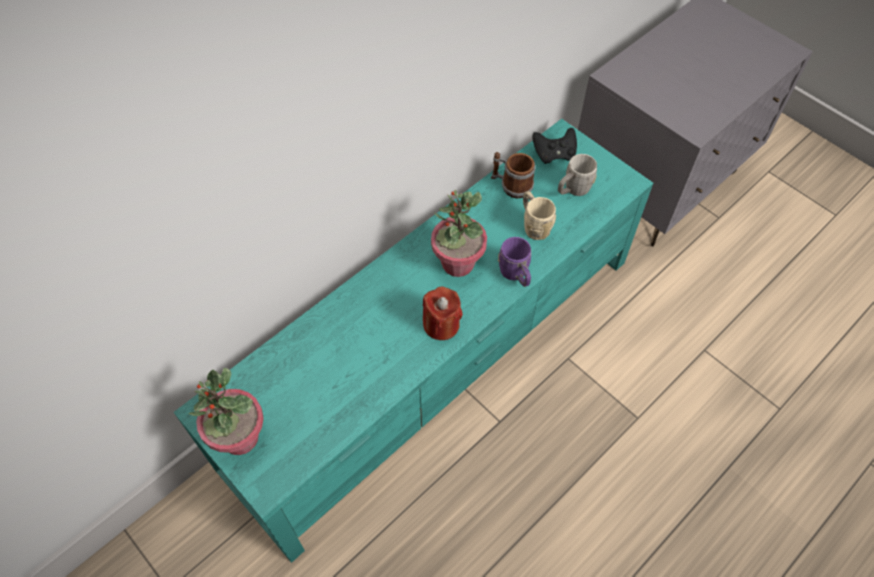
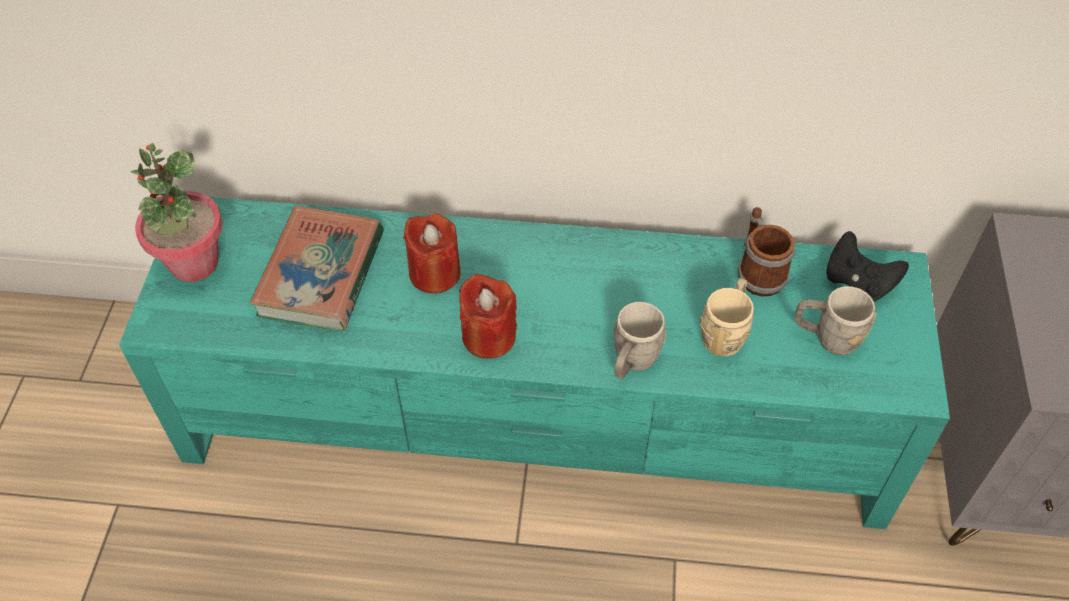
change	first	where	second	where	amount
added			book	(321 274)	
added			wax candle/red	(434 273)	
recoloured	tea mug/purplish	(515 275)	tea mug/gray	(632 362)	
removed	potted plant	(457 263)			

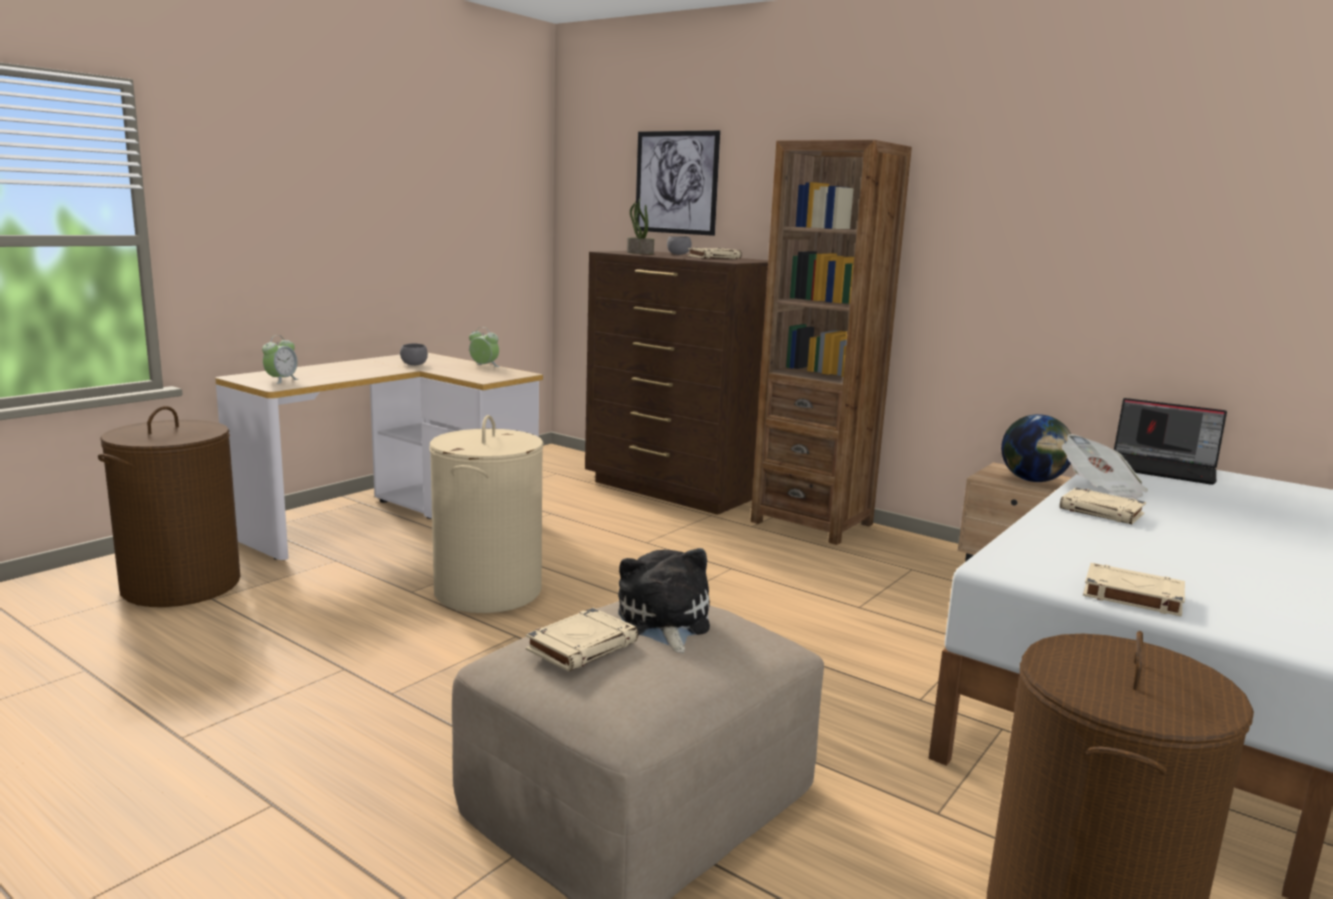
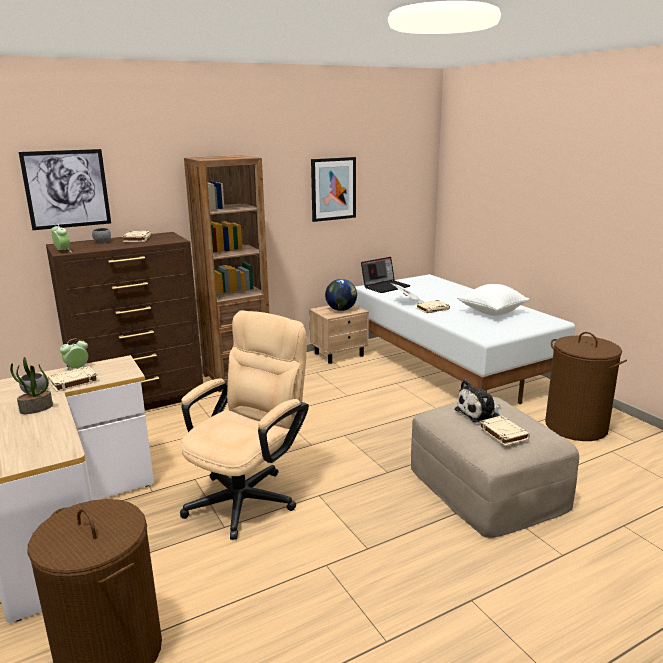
change	first	where	second	where	amount
moved	potted plant	(639 253)		(36 409)	
moved	book/sand-coloured	(1131 595)		(73 382)	
moved	table clock	(281 380)		(63 251)	
replaced	hamper/sand-coloured	(488 591)	computer chair/sand-coloured	(249 496)	
added			picture	(333 189)	
turned	cuddly toy	(664 622)		(479 413)	45 degrees counterclockwise
added			pillow/white	(492 312)	

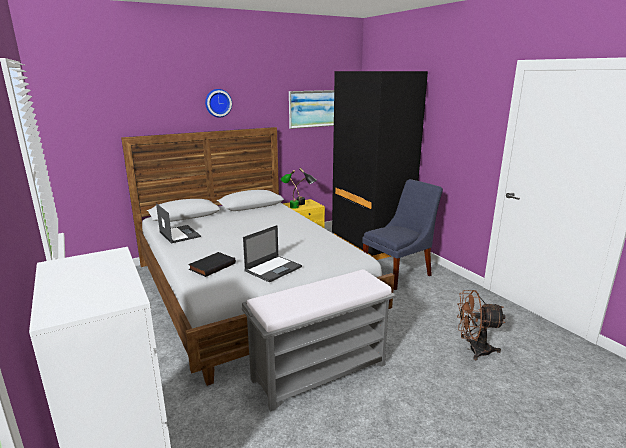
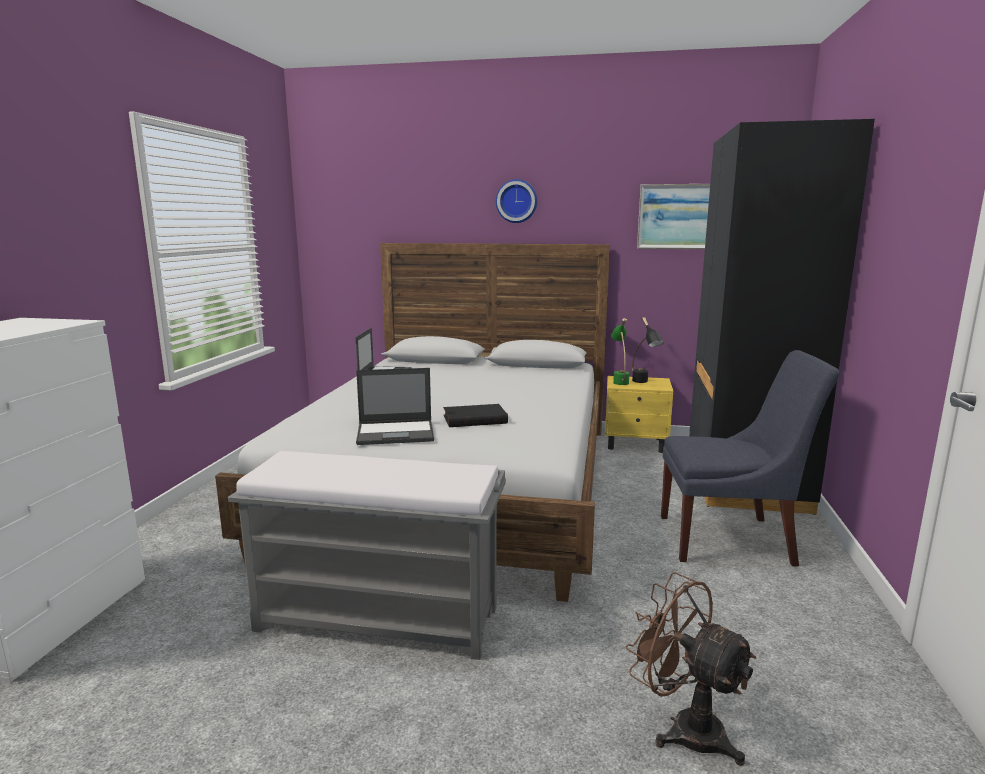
change	first	where	second	where	amount
moved	book/blackish	(212 266)		(475 419)	

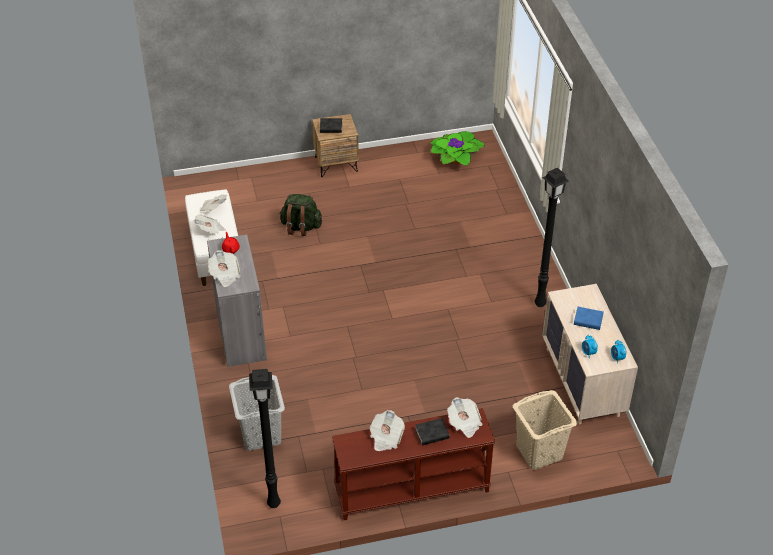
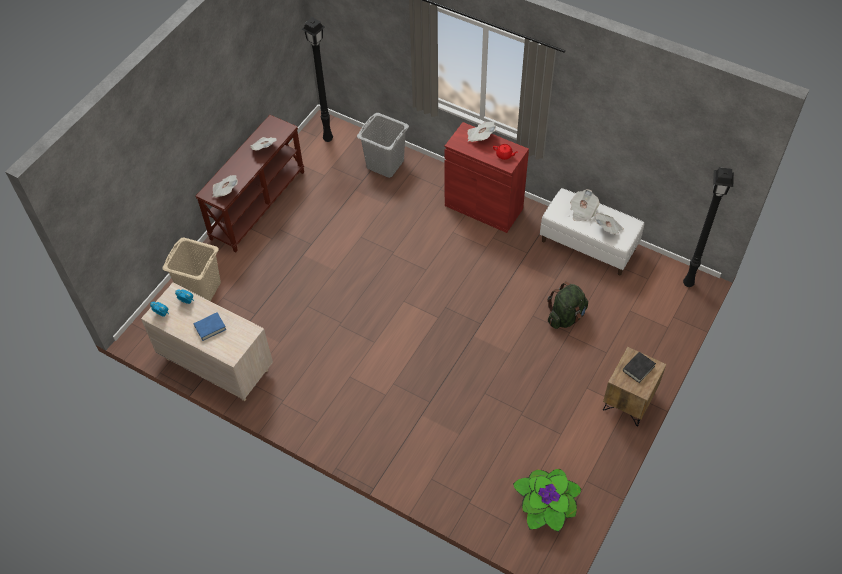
change	first	where	second	where	amount
recoloured	storage cabinet/gray	(241 334)	storage cabinet/red	(483 207)	
moved	standard lamp/blackish	(540 304)		(687 283)	
removed	book/blackish	(432 434)			

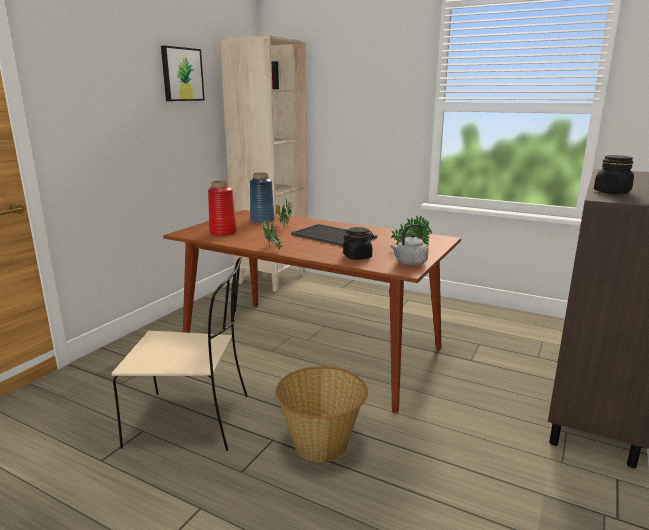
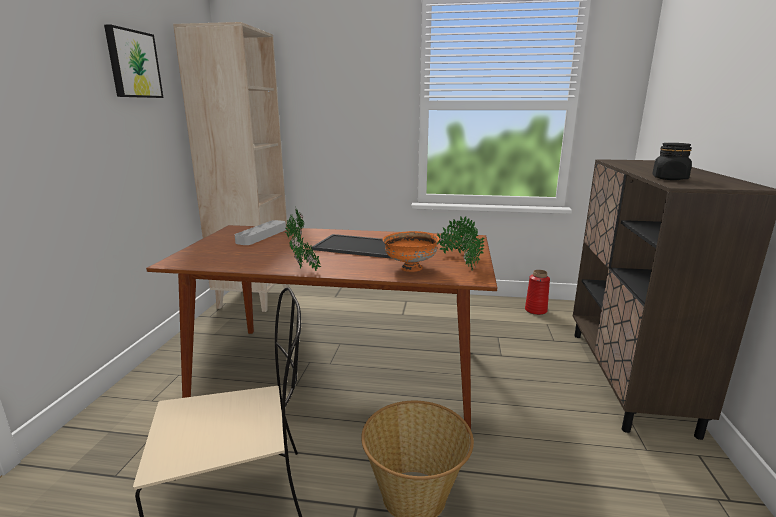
change	first	where	second	where	amount
replaced	vase/blue-coloured	(262 220)	tray/gray	(262 236)	
replaced	preserve jar/blackish	(357 257)	deep dish/orange	(410 268)	
replaced	kettle/gray	(409 263)	potted plant	(470 269)	
moved	vase/red	(223 233)		(536 310)	

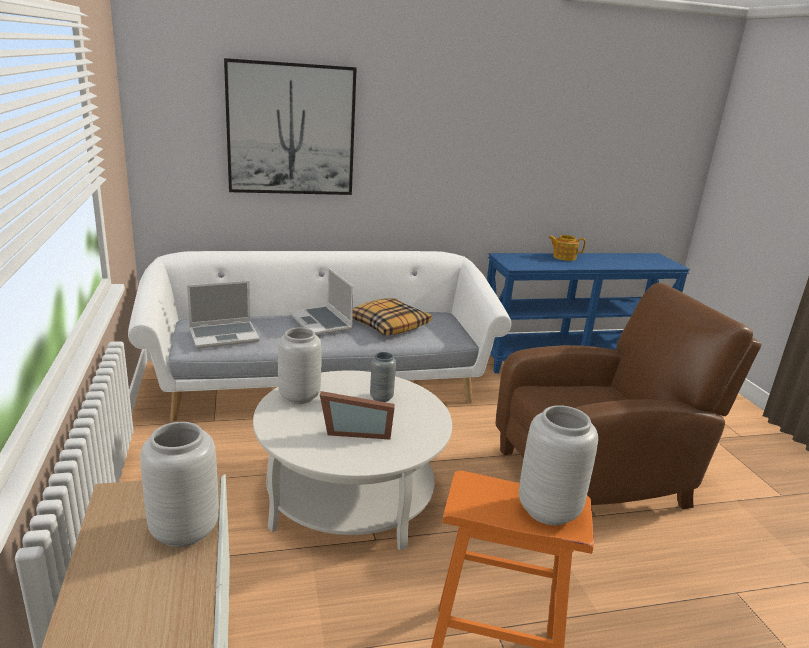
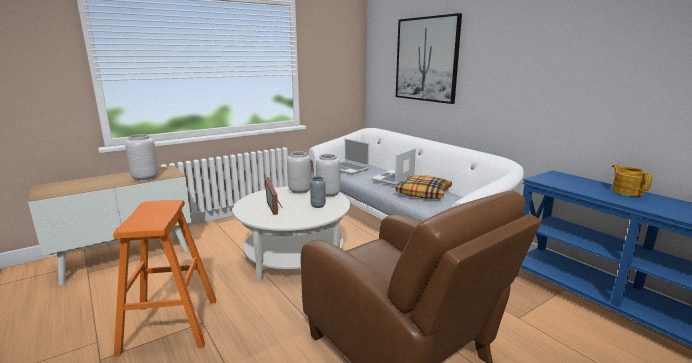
change	first	where	second	where	amount
moved	vase/gray	(547 510)		(328 194)	

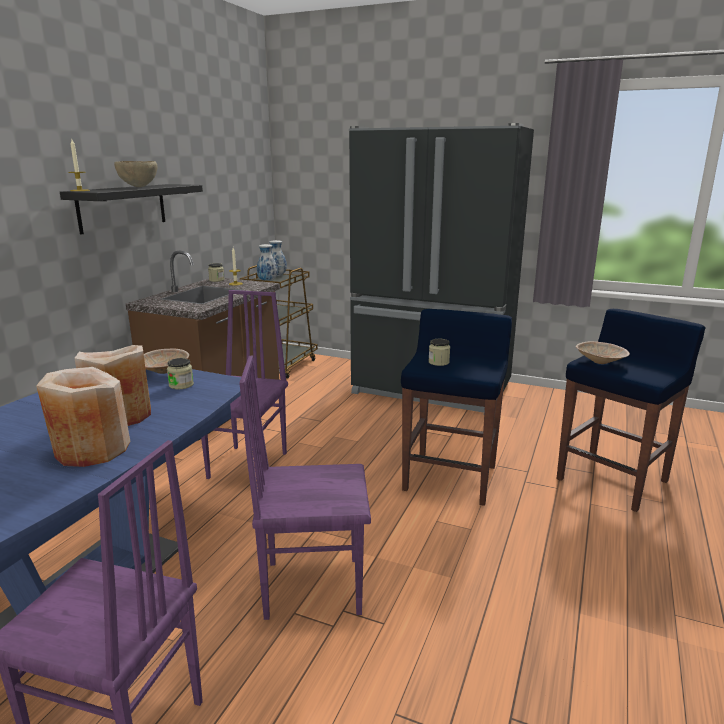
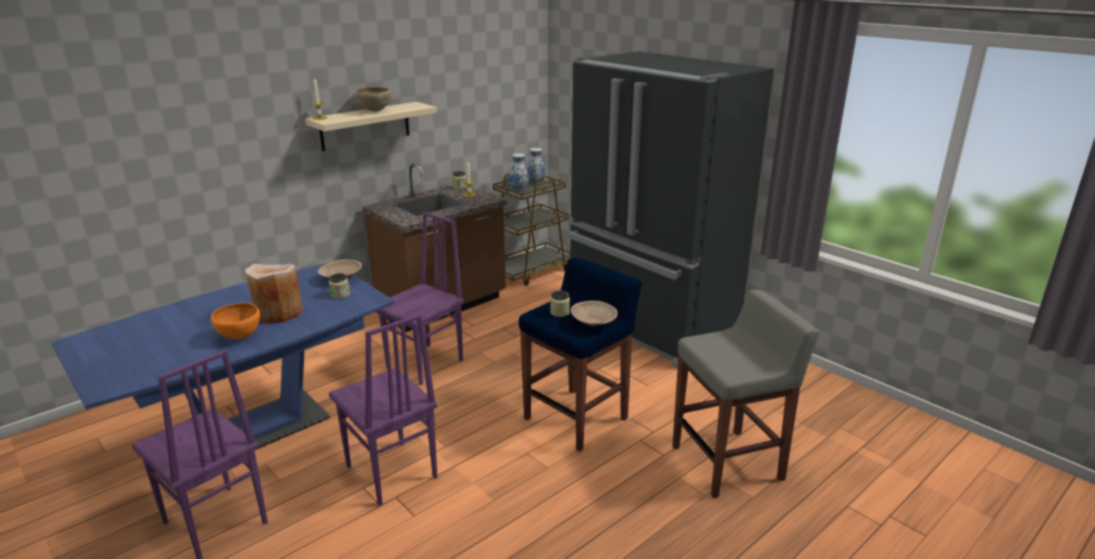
change	first	where	second	where	amount
replaced	vase/sand-coloured	(91 450)	deep dish/orange	(239 337)	
recoloured	bracket shelf/blackish	(123 207)	bracket shelf/sand-coloured	(365 126)	
turned	upright chair/purplish	(312 586)		(390 473)	150 degrees counterclockwise
moved	deep dish/sand-coloured	(601 362)		(594 323)	
recoloured	stool seat/blue-coloured	(613 480)	stool seat/gray	(729 463)	

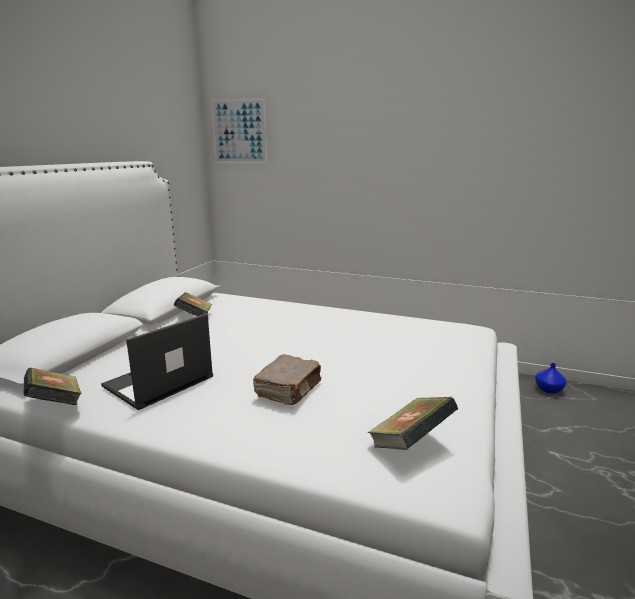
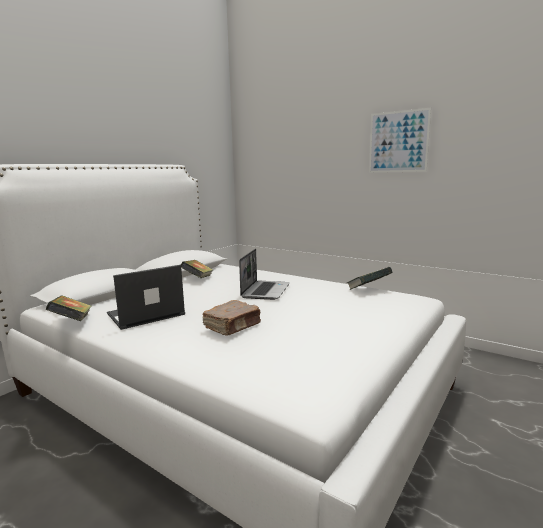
change	first	where	second	where	amount
added			notebook computer	(265 291)	
moved	book	(410 443)		(368 290)	
moved	picture	(239 131)		(398 142)	
removed	vase/blue-coloured	(548 390)			

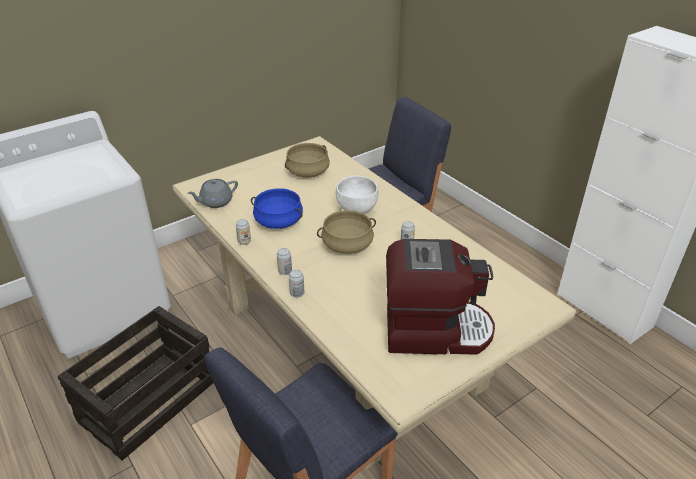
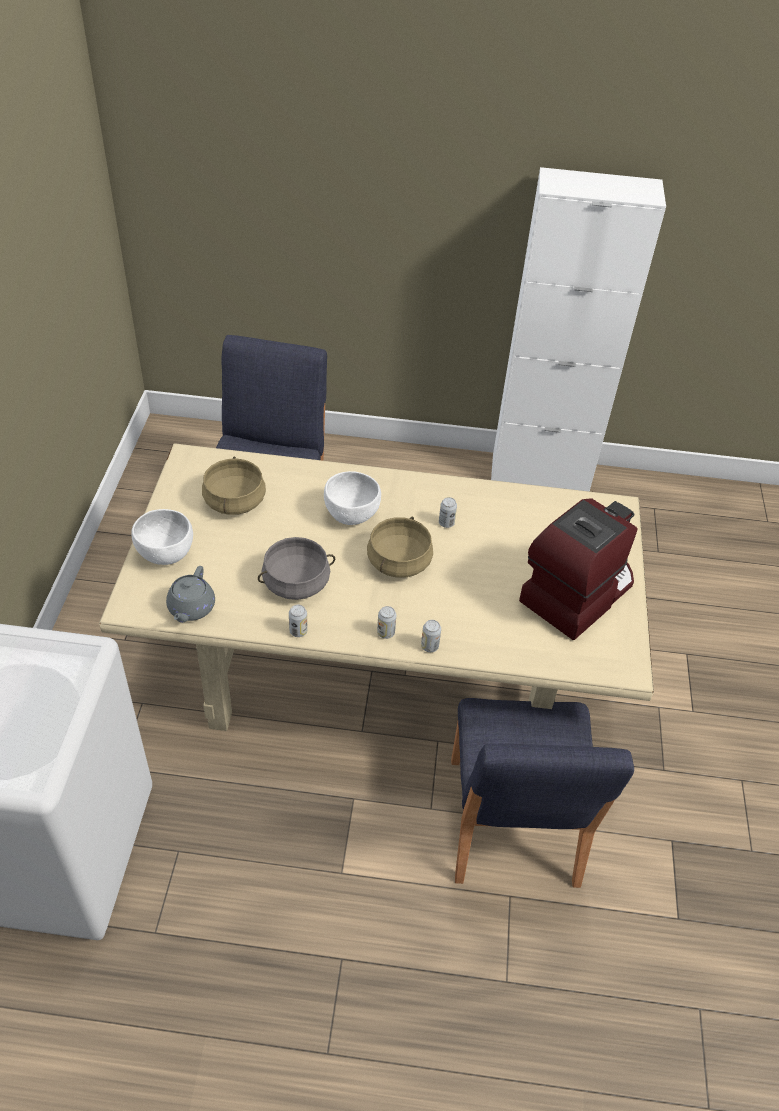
change	first	where	second	where	amount
added			deep dish/white	(166 555)	
recoloured	stockpot/blue-coloured	(278 221)	stockpot/gray	(296 583)	
removed	shipping crate	(149 400)			

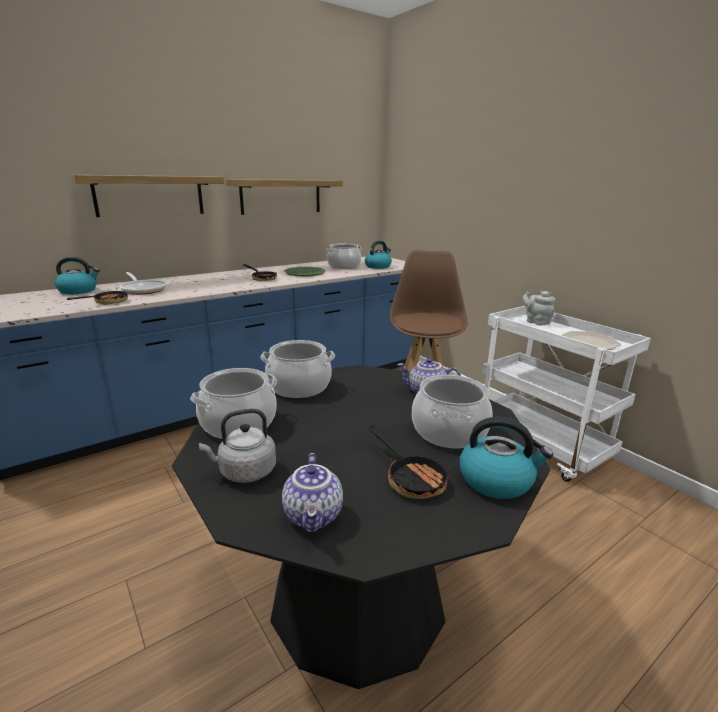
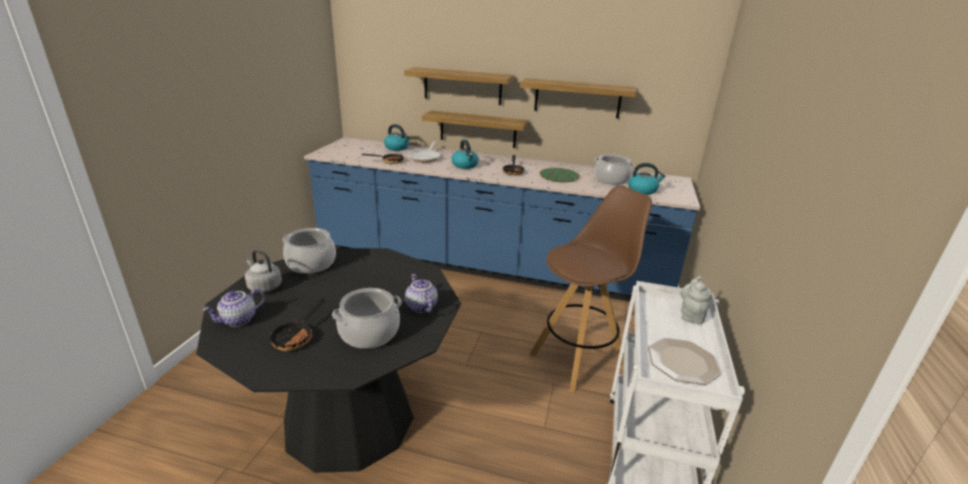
change	first	where	second	where	amount
added			bracket shelf	(478 129)	
moved	kettle	(497 480)		(465 165)	
removed	stockpot	(299 386)			

